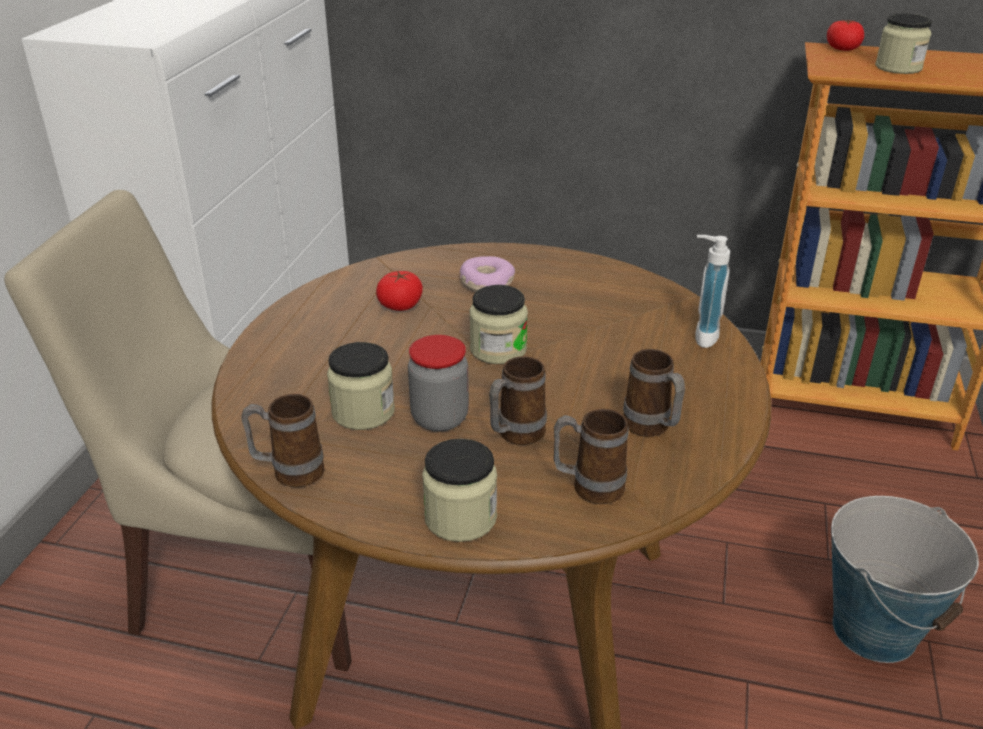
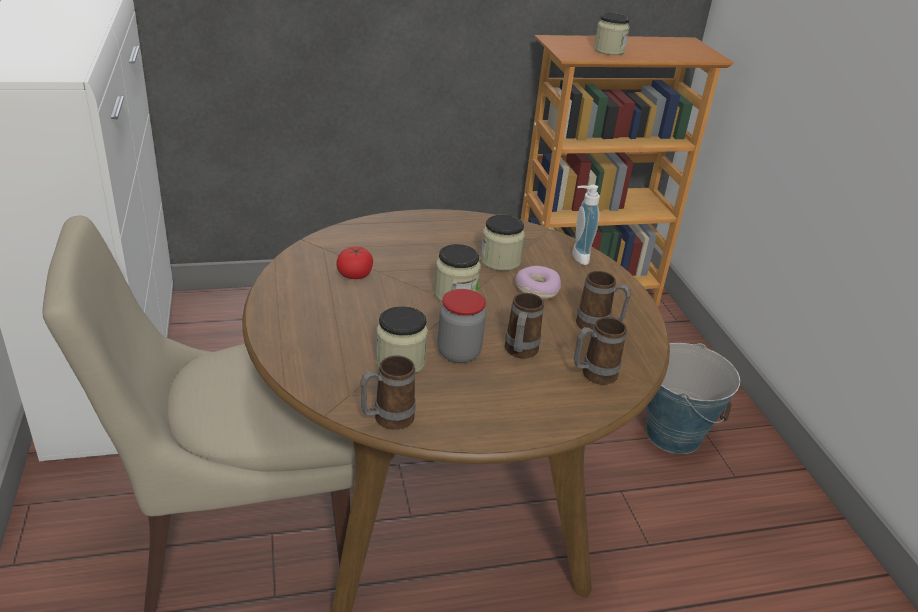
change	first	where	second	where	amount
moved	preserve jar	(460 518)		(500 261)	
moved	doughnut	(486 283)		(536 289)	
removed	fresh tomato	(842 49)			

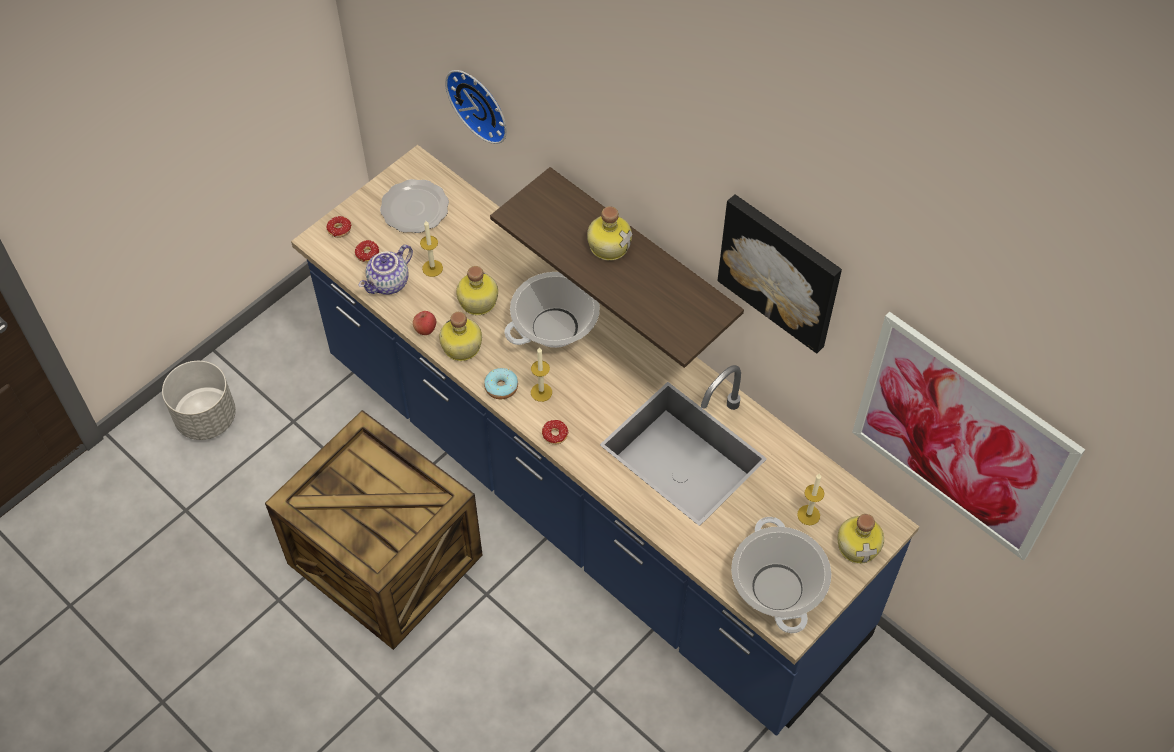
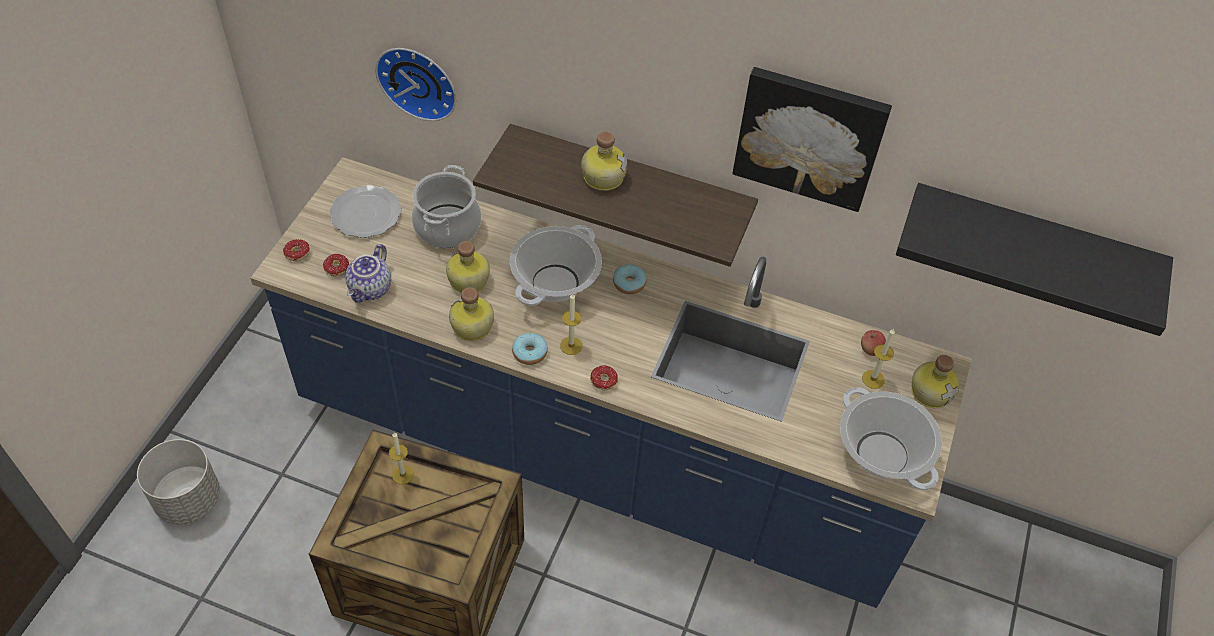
change	first	where	second	where	amount
moved	wax candle	(432 268)		(402 474)	
added			stockpot	(447 226)	
added			doughnut	(629 283)	
moved	apple	(425 329)		(870 350)	
replaced	picture	(960 438)	bracket shelf/blackish	(1029 245)	

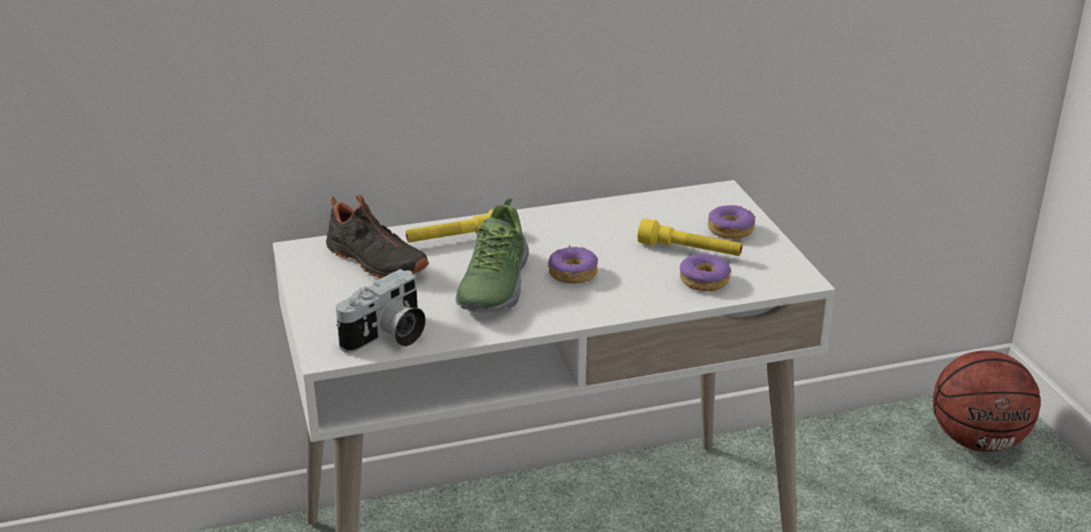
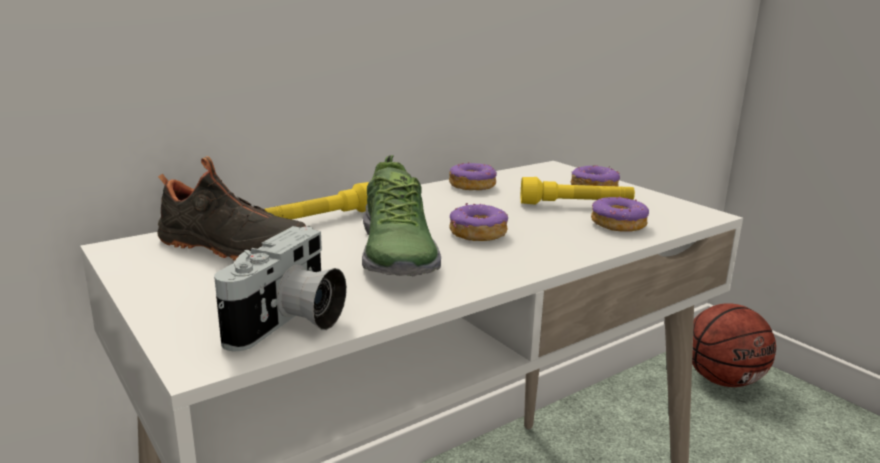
change	first	where	second	where	amount
added			doughnut	(472 185)	

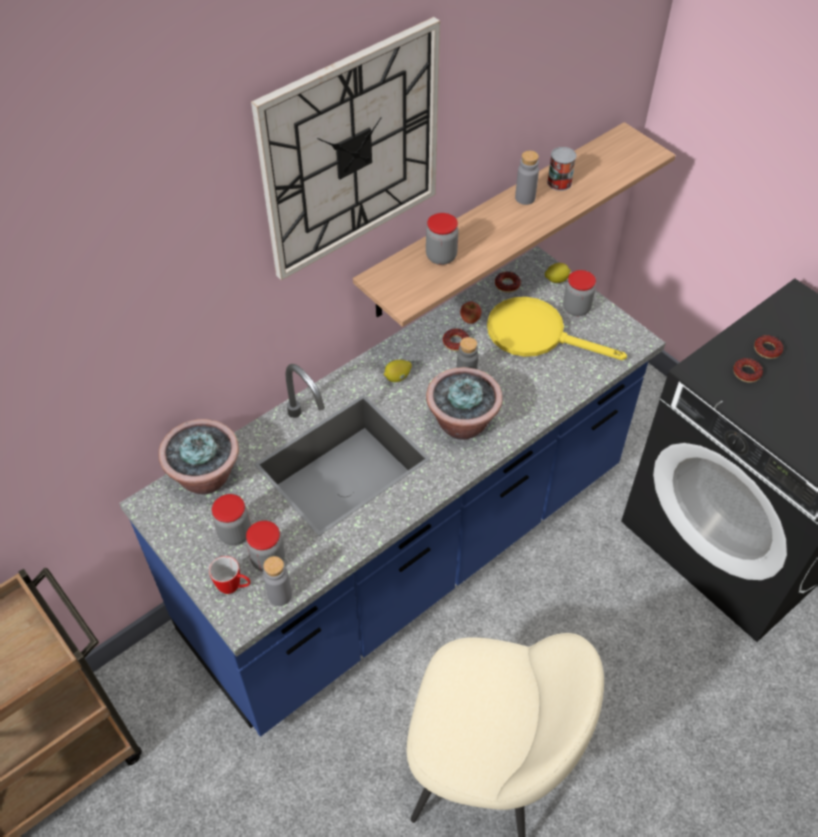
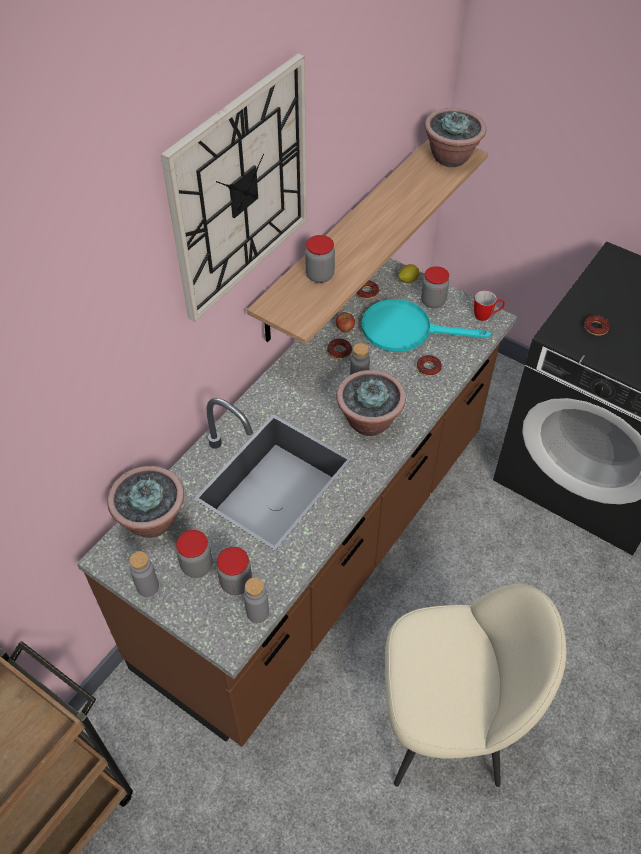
change	first	where	second	where	amount
recoloured	counter/blue-coloured	(409 552)	counter/brownish	(320 548)	
moved	bottle/gray	(525 198)		(148 587)	
recoloured	skillet/yellow	(536 334)	skillet/turquoise-coloured	(406 330)	
moved	doughnut	(767 349)		(428 368)	
added			potted plant	(451 157)	
moved	tea mug	(234 587)		(486 316)	
removed	whole lemon	(397 377)			
removed	can	(559 182)			

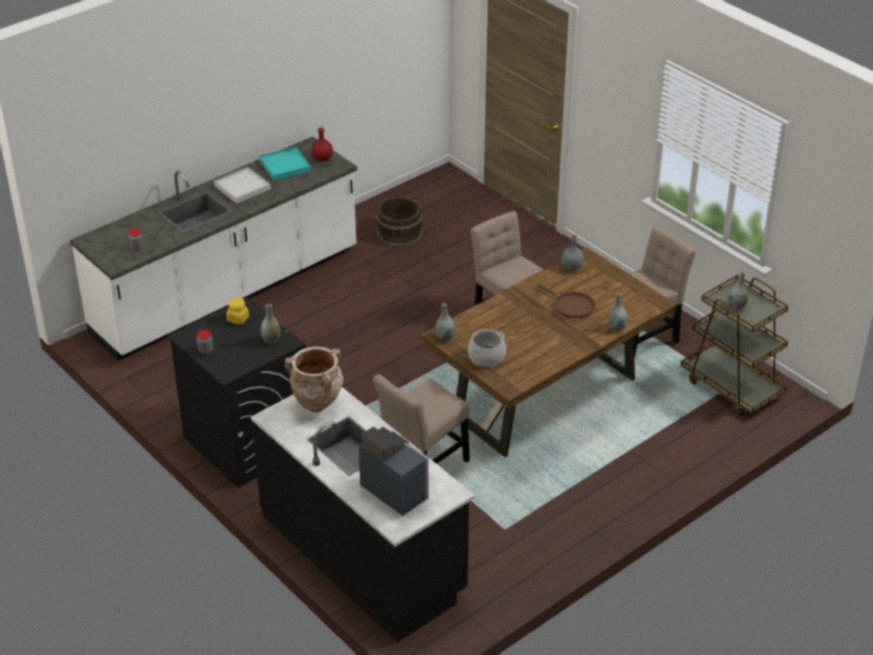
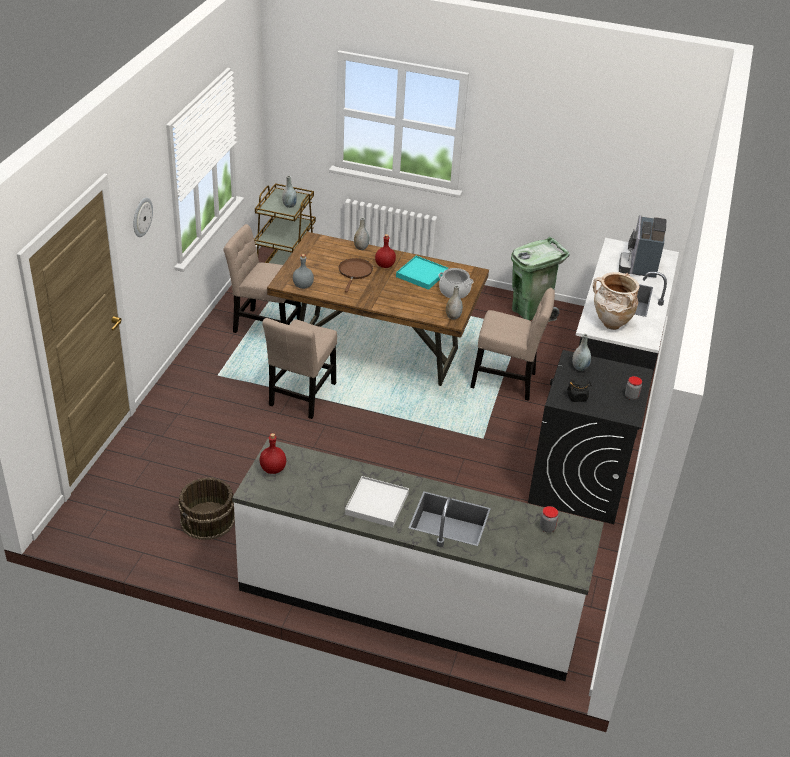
change	first	where	second	where	amount
added			wall clock	(141 217)	
added			bottle/red	(384 265)	
moved	tray/turquoise-coloured	(285 166)		(421 274)	
added			trash can/greenish	(531 313)	
recoloured	preserve jar/yellow	(238 319)	preserve jar/blackish	(577 397)	

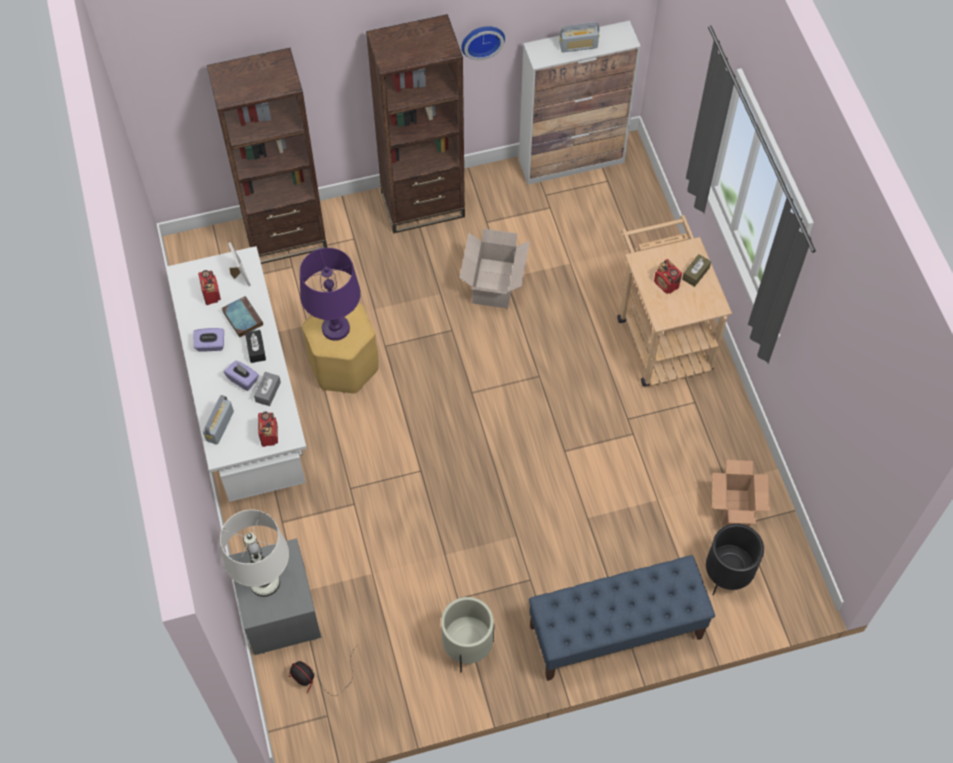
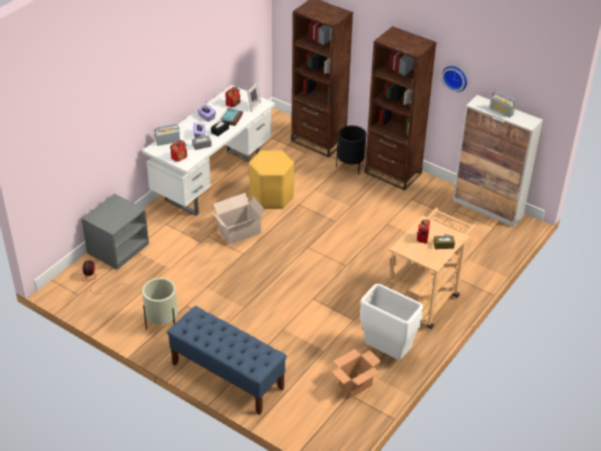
change	first	where	second	where	amount
moved	cardboard box	(493 285)		(238 232)	
moved	flower pot/blackish	(727 575)		(350 167)	
added			trash can/white	(387 352)	
removed	tabletop lamp/white	(265 582)			
removed	tabletop lamp/purplish	(336 328)			

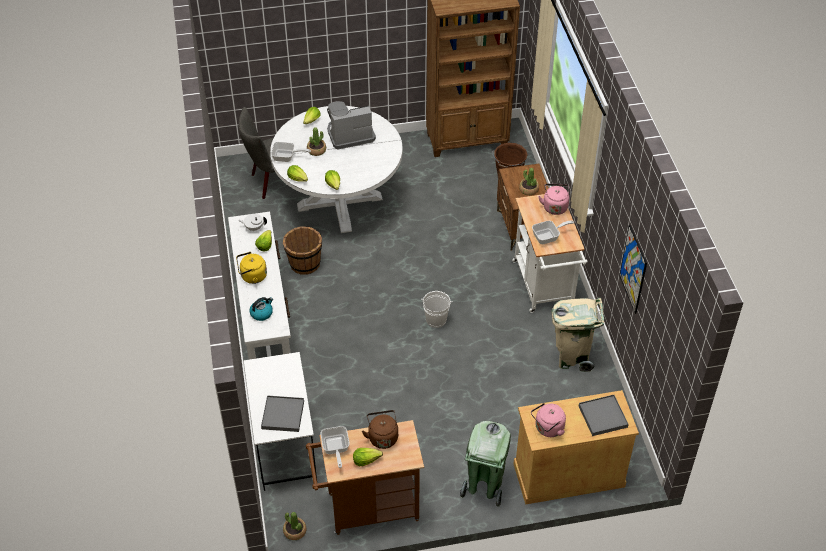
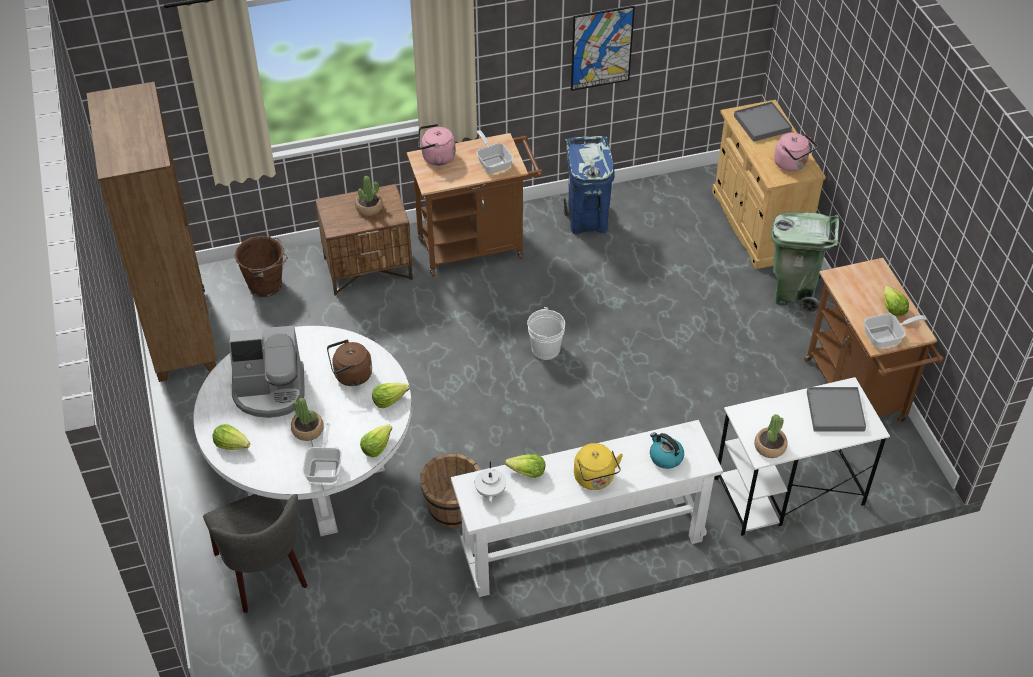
change	first	where	second	where	amount
turned	coffee maker	(350 134)		(270 391)	75 degrees counterclockwise
moved	kettle/brownish	(382 437)		(350 376)	
recoloured	wheeled cart/white	(544 287)	wheeled cart/brownish	(477 246)	
recoloured	trash can/sand-coloured	(572 357)	trash can/blue-coloured	(587 221)	
moved	potted plant	(294 531)		(770 447)	

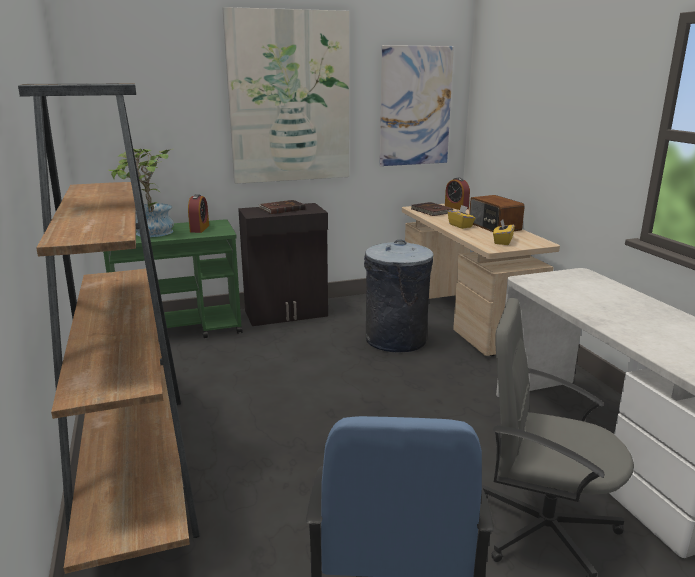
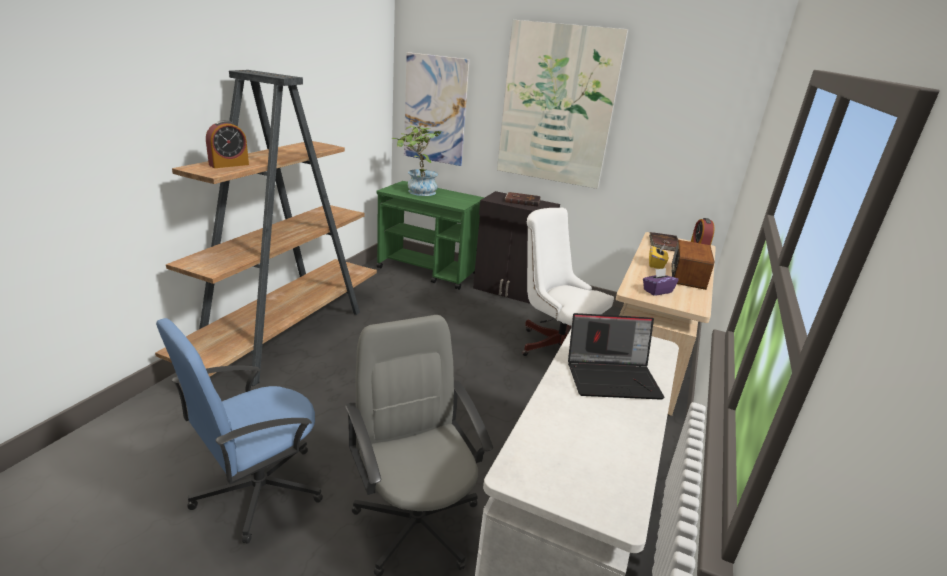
change	first	where	second	where	amount
moved	table clock	(199 229)		(229 165)	
moved	picture	(415 107)		(435 110)	
replaced	trash can/gray	(395 339)	computer chair/white	(554 345)	
added			notebook computer	(613 377)	
recoloured	tissue box/yellow	(502 241)	tissue box/purplish	(657 291)	

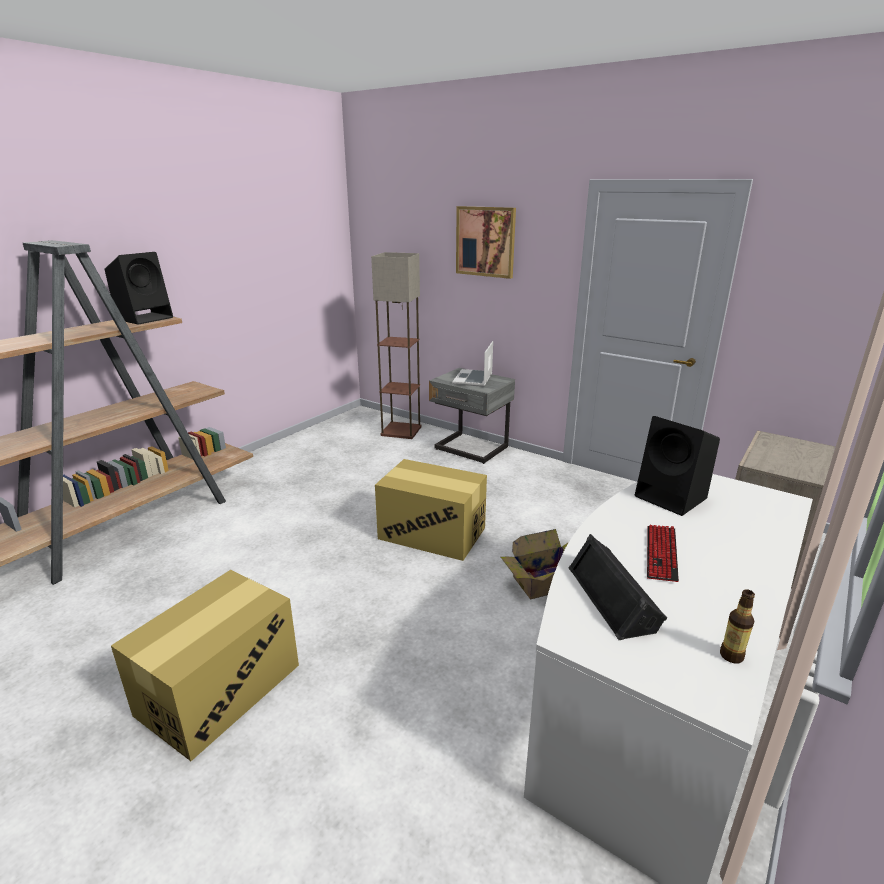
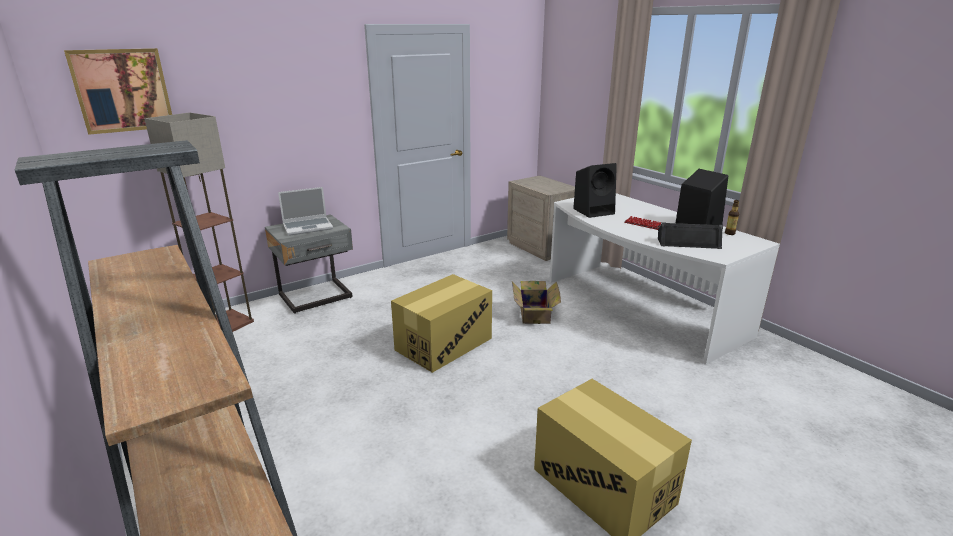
change	first	where	second	where	amount
moved	picture	(485 241)		(122 90)	
turned	notebook computer	(473 379)		(308 227)	60 degrees counterclockwise
moved	audio speaker/blackish	(146 318)		(697 225)	

